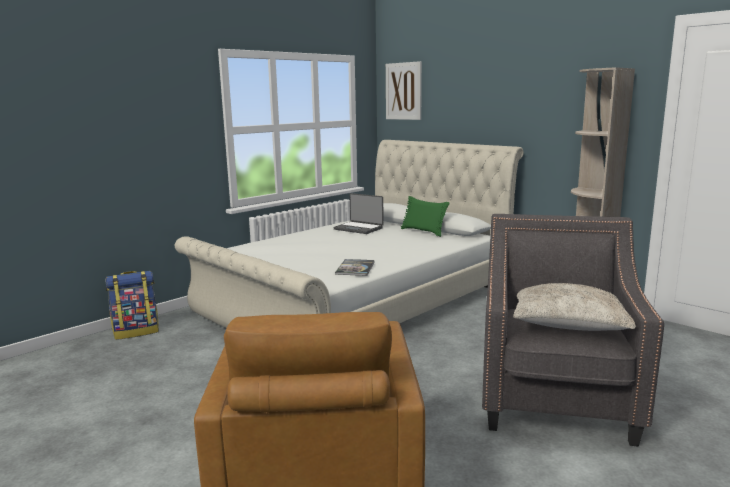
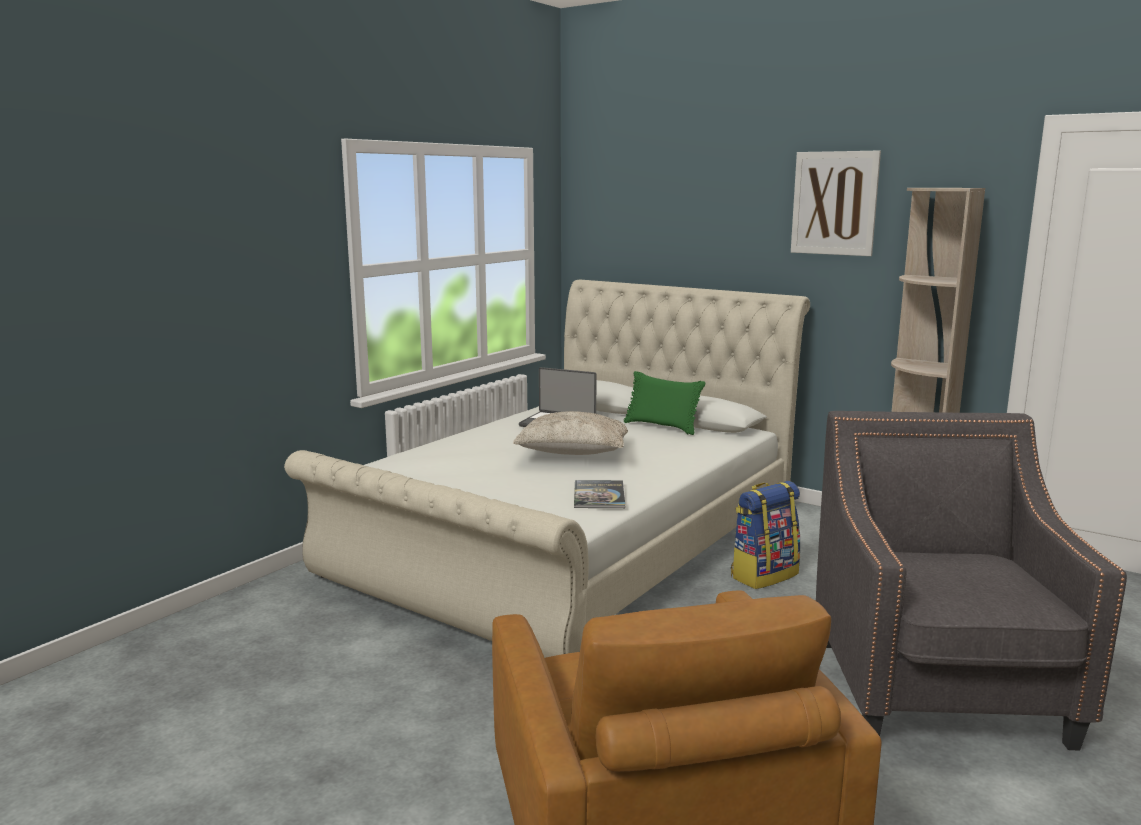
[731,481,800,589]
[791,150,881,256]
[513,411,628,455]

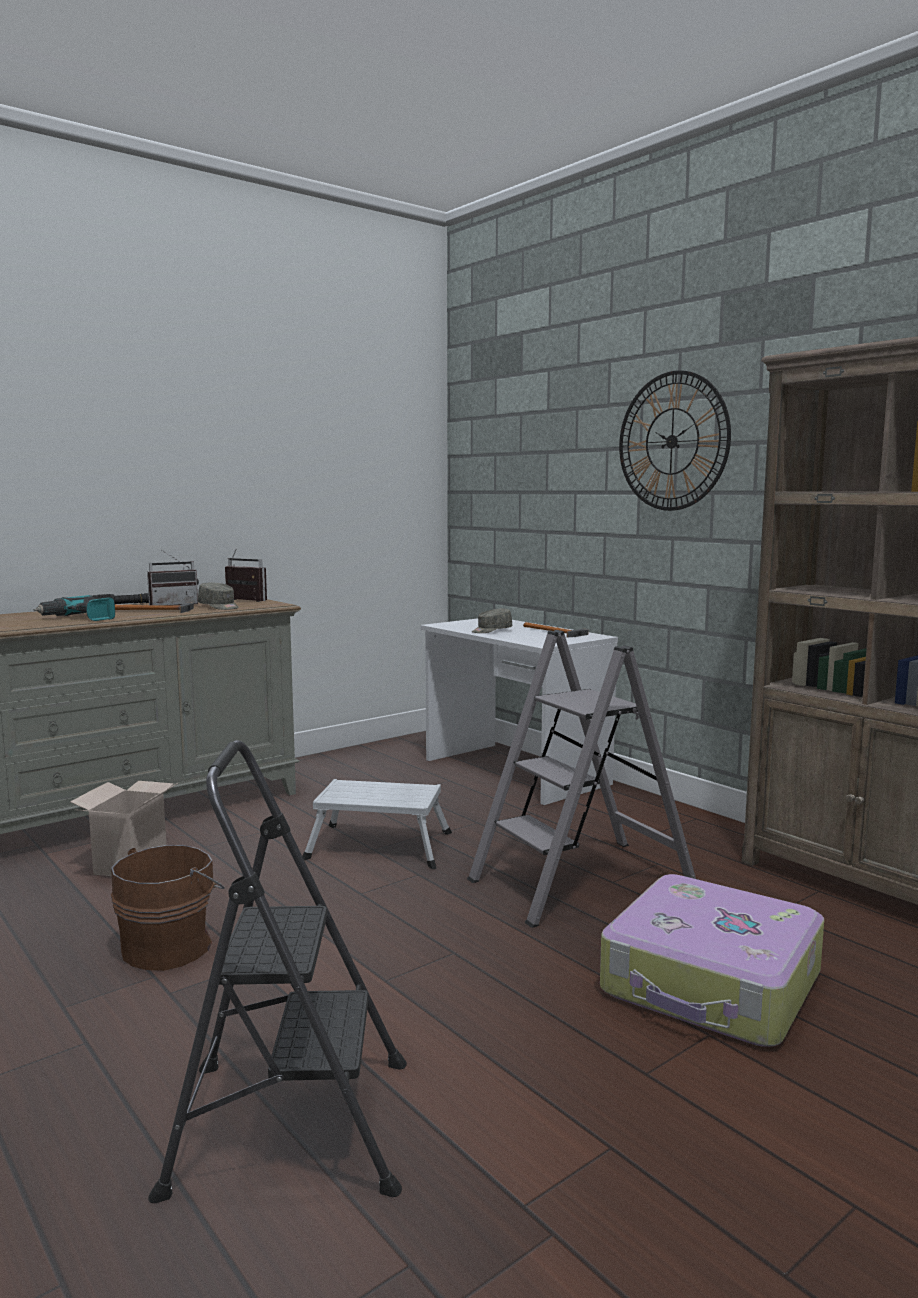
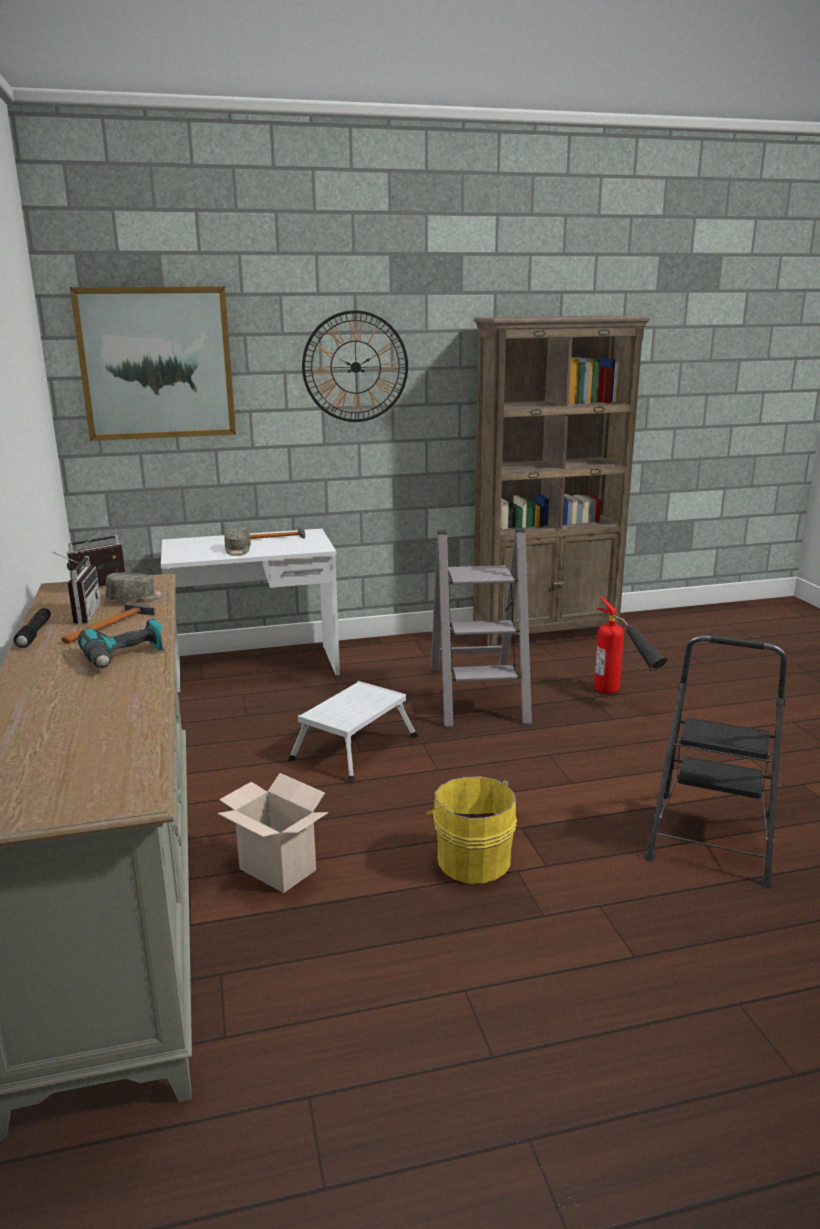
[426,776,517,884]
[594,596,667,694]
[70,286,236,441]

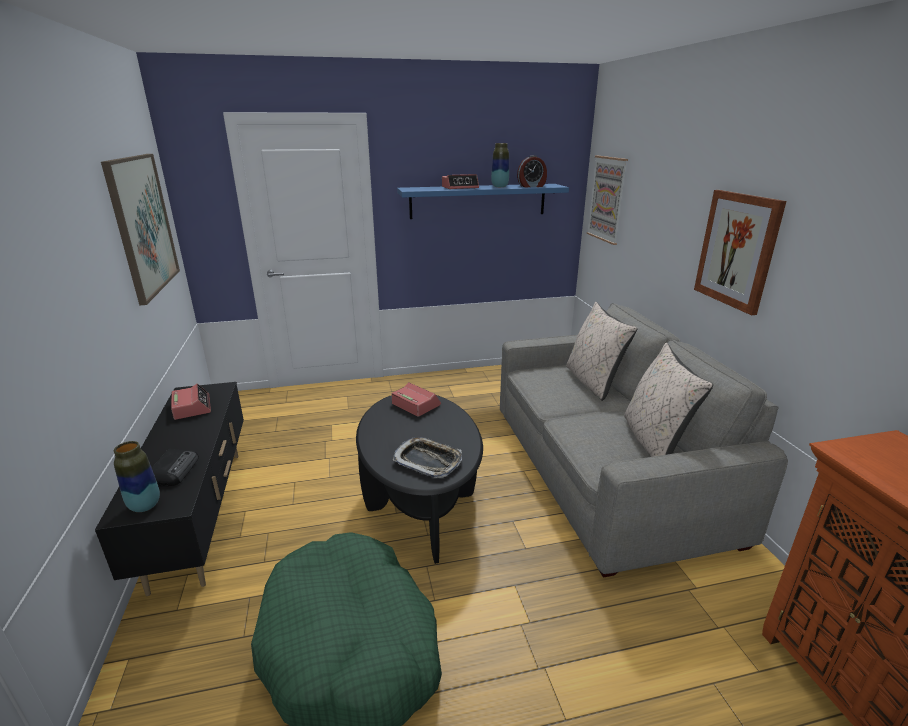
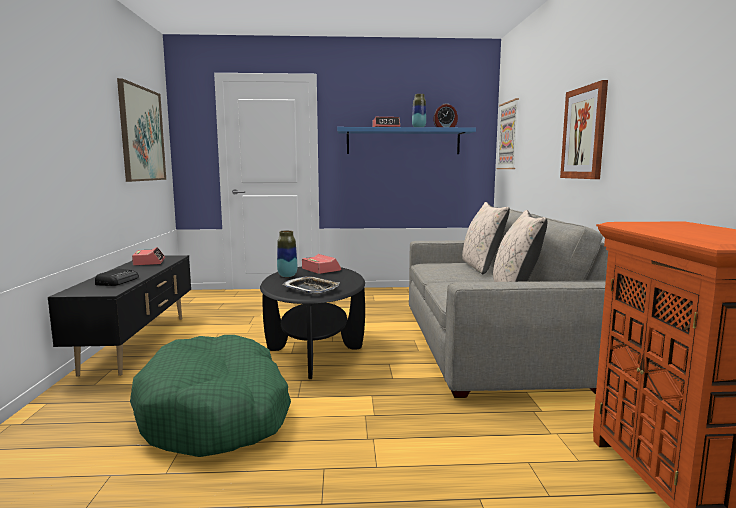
[277,230,297,277]

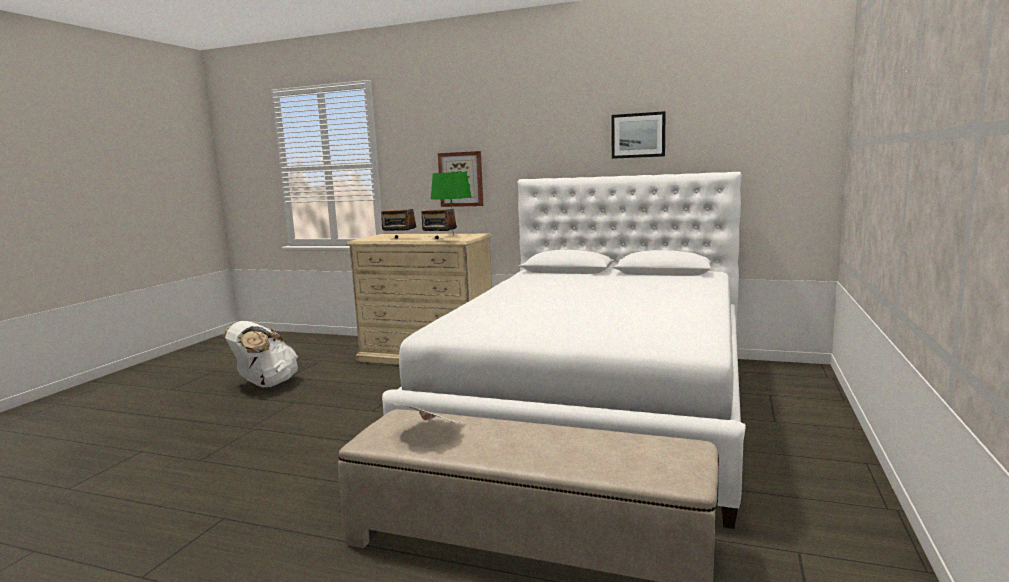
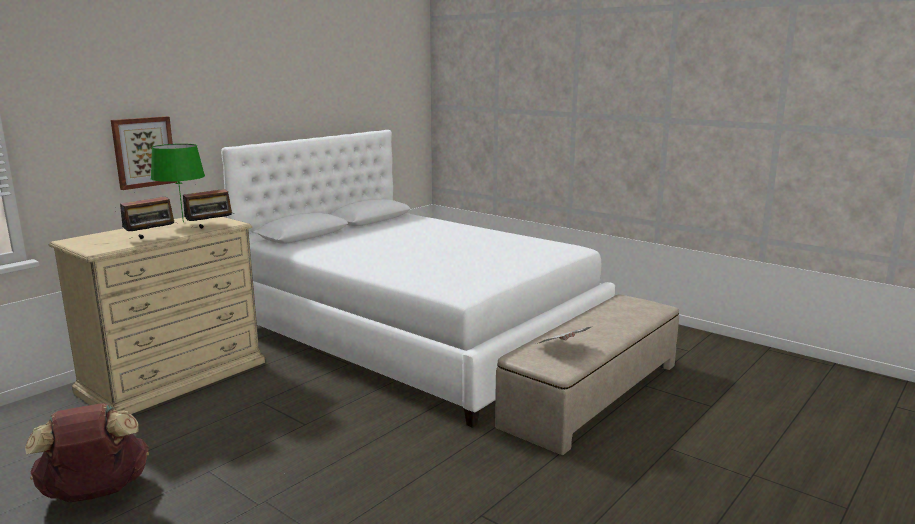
[25,403,149,502]
[611,111,665,159] (first image)

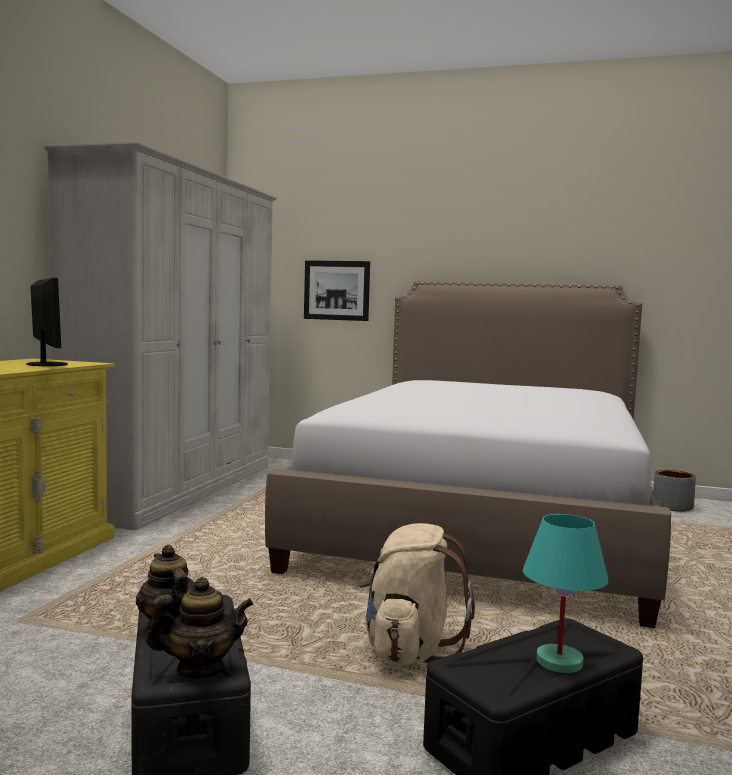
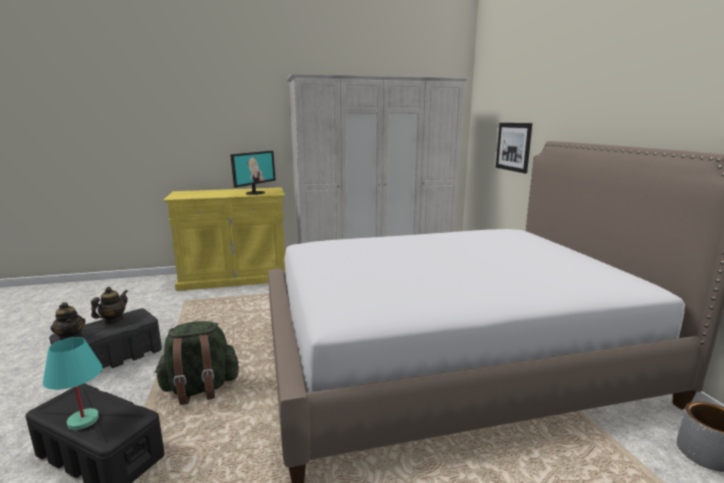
[154,321,239,405]

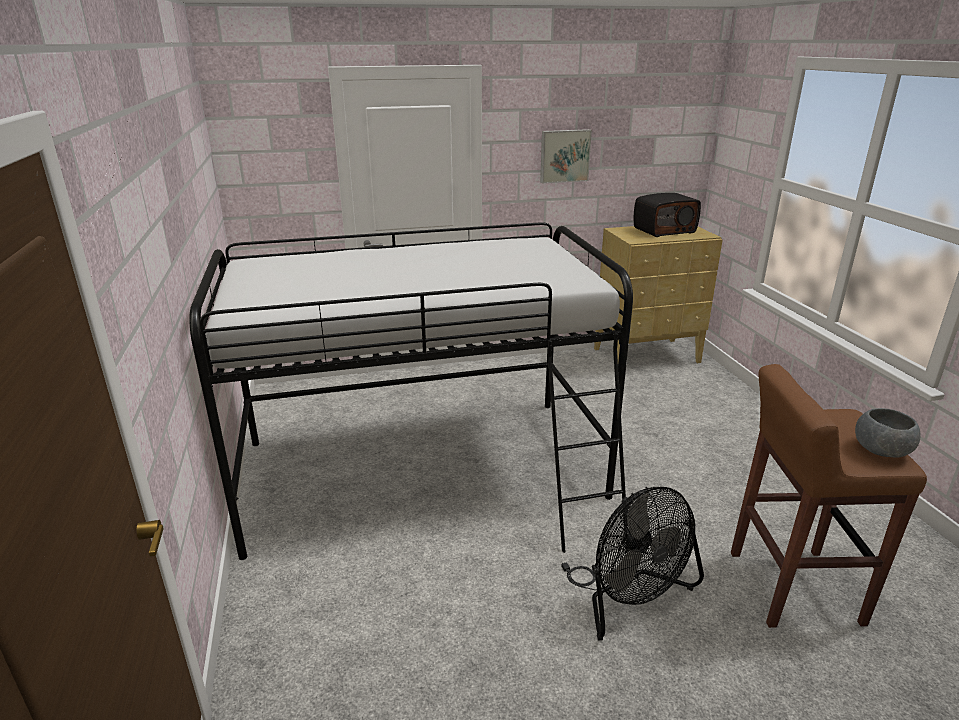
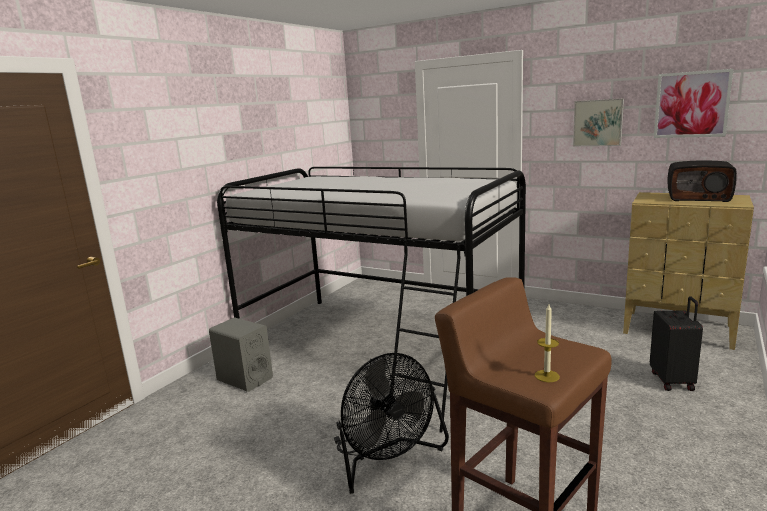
[334,353,449,494]
[535,304,560,382]
[209,317,273,392]
[650,296,703,391]
[654,69,733,138]

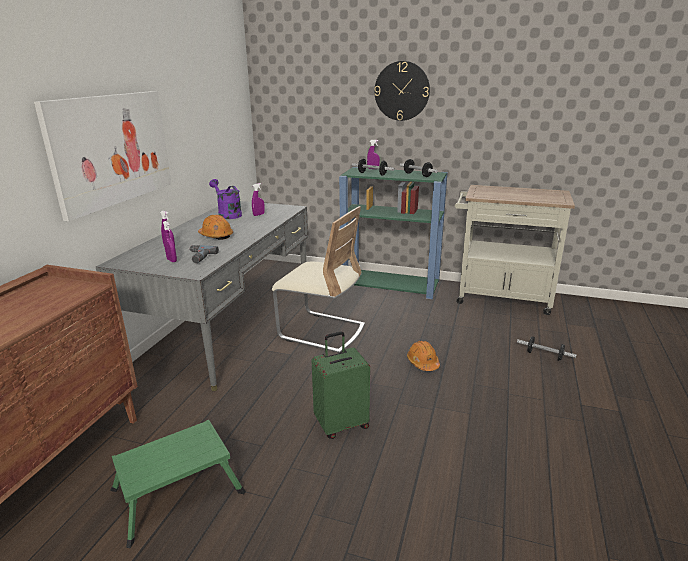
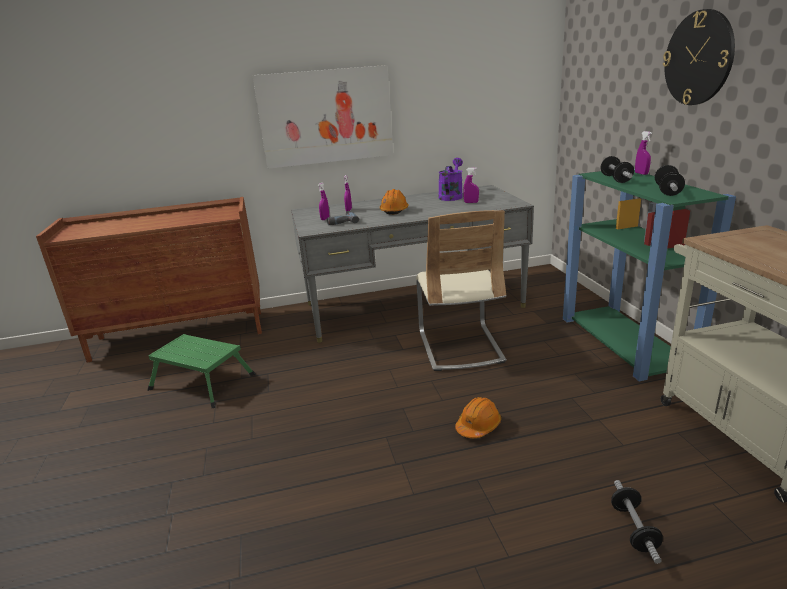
[312,332,370,439] (first image)

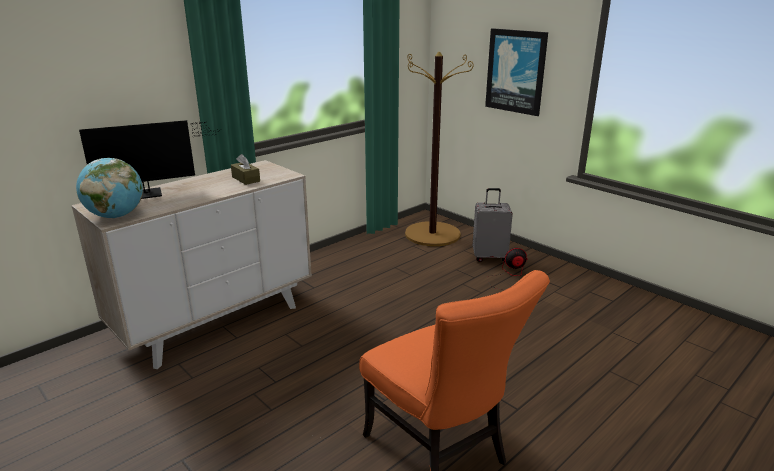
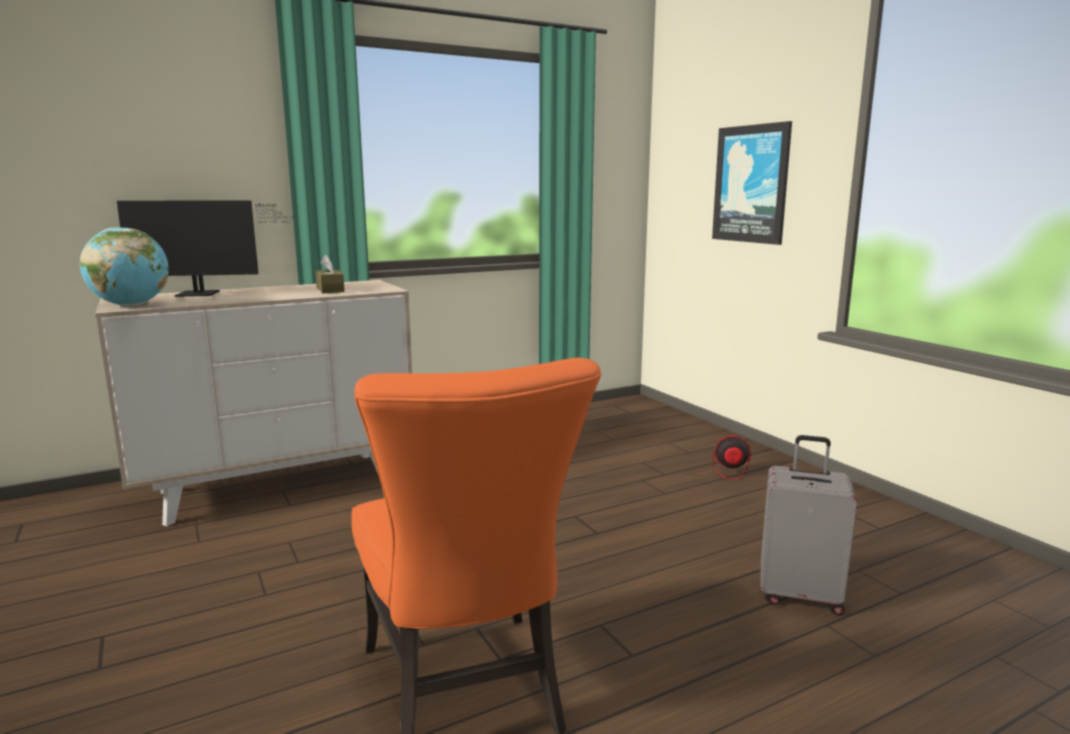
[405,52,474,246] (first image)
[760,435,857,615]

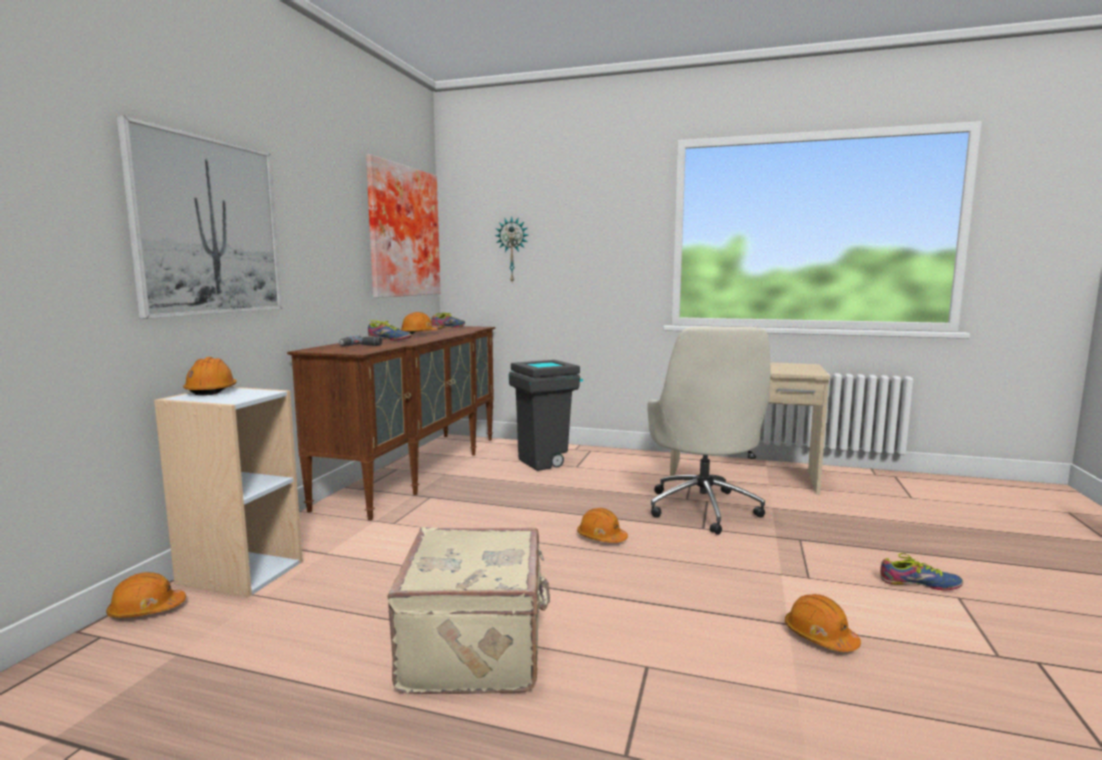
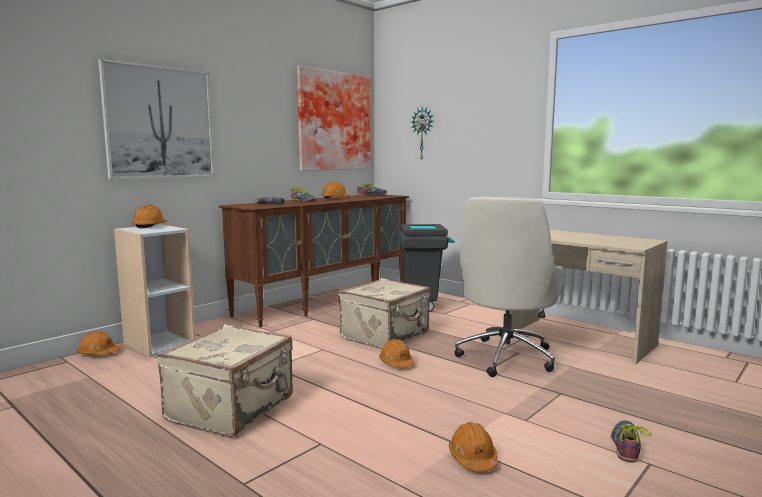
[611,421,651,462]
[339,278,430,349]

